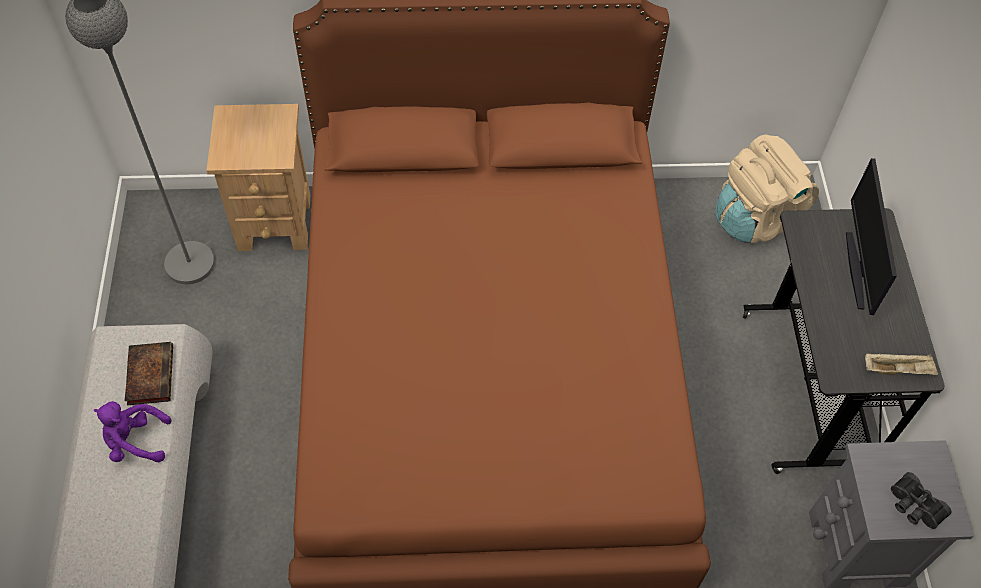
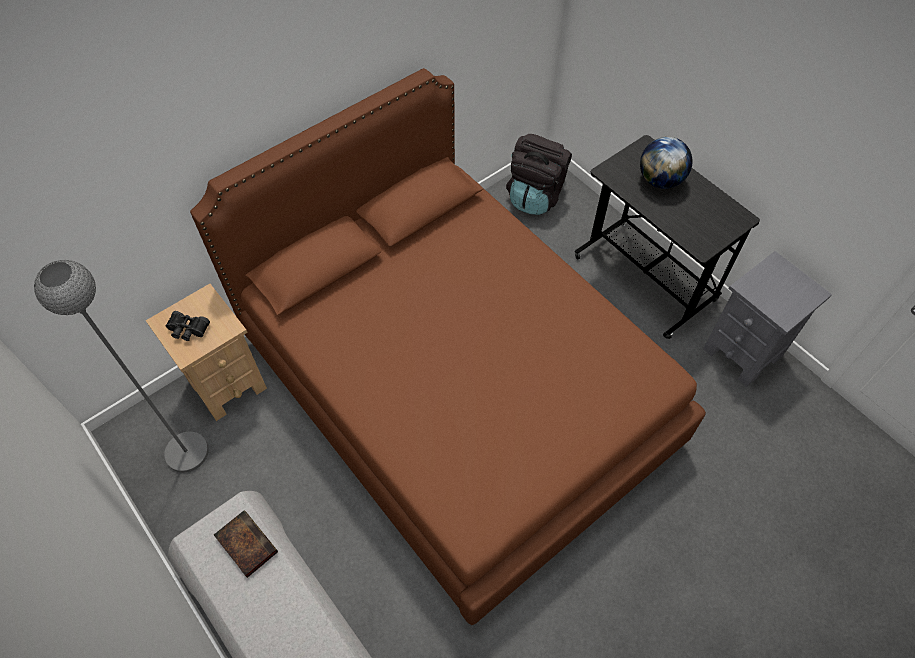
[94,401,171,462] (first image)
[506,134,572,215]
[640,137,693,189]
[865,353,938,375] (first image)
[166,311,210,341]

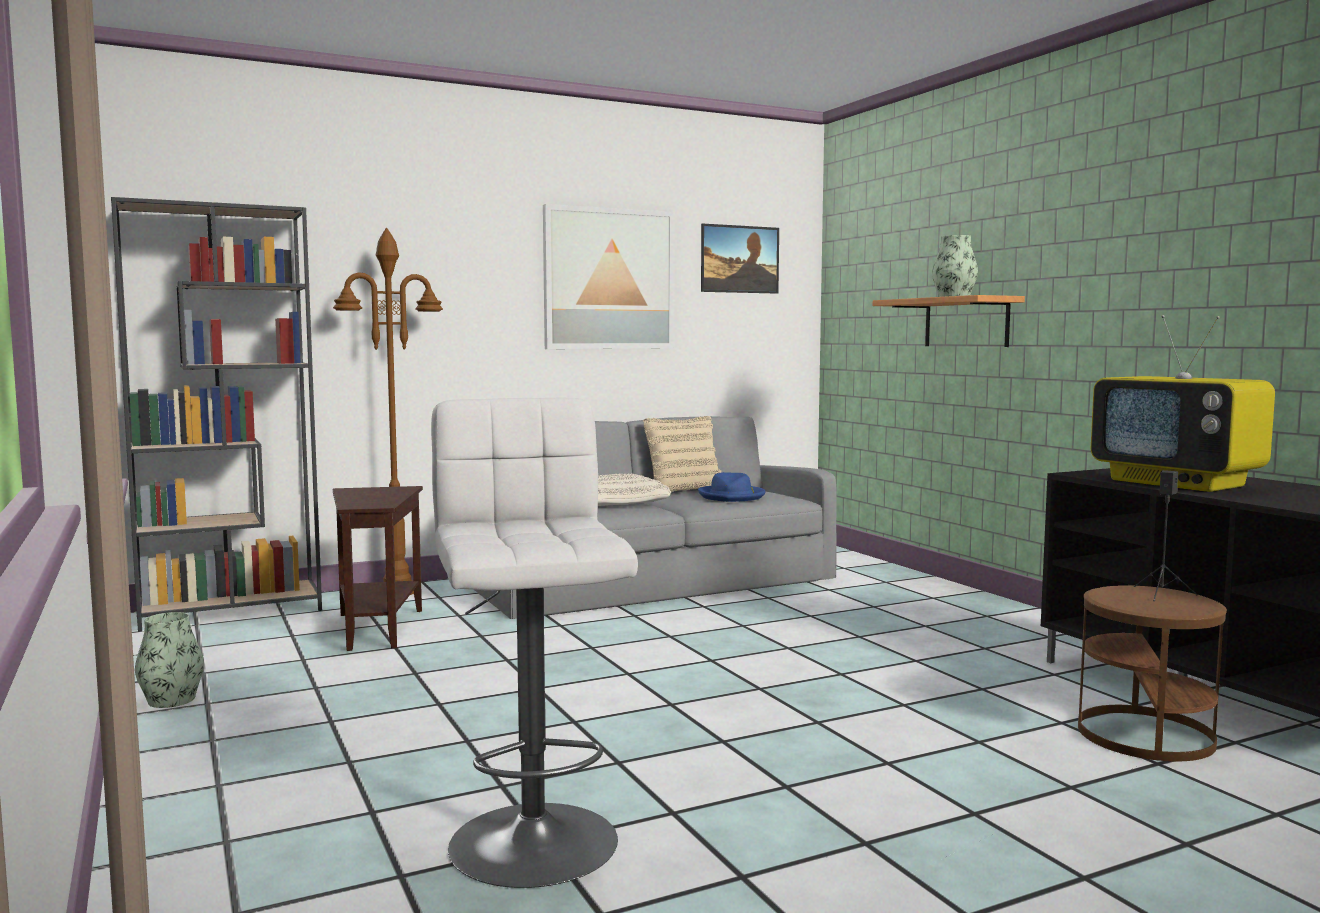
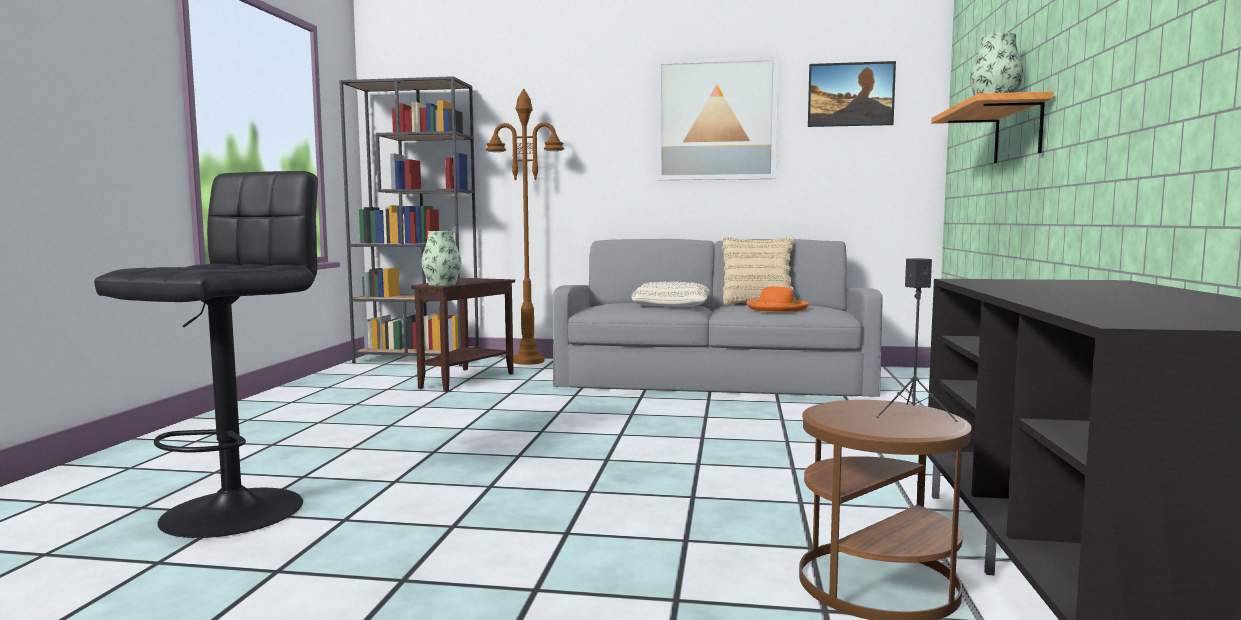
[421,231,461,286]
[94,171,318,538]
[746,286,809,312]
[1091,315,1275,492] (first image)

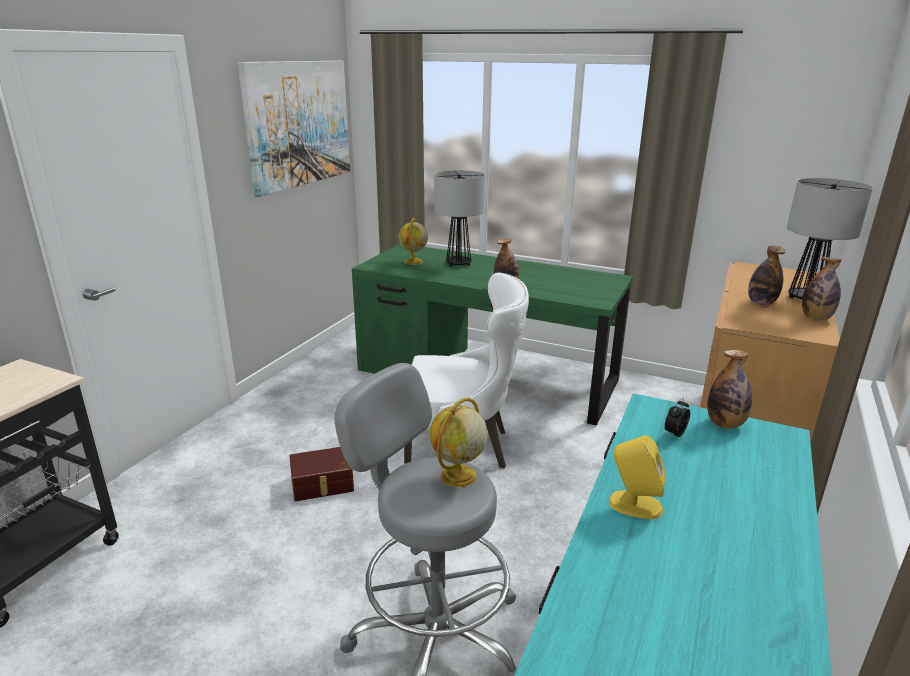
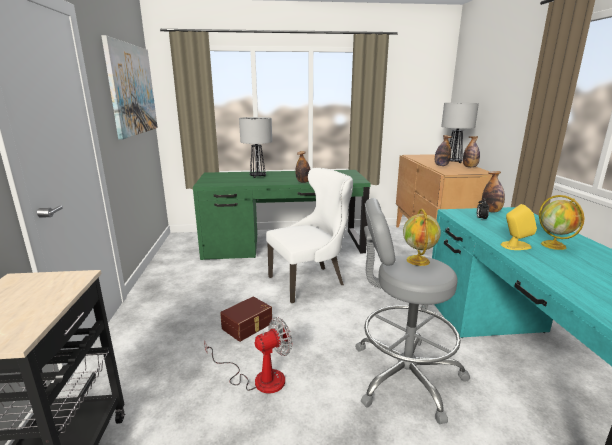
[539,195,584,250]
[204,317,292,394]

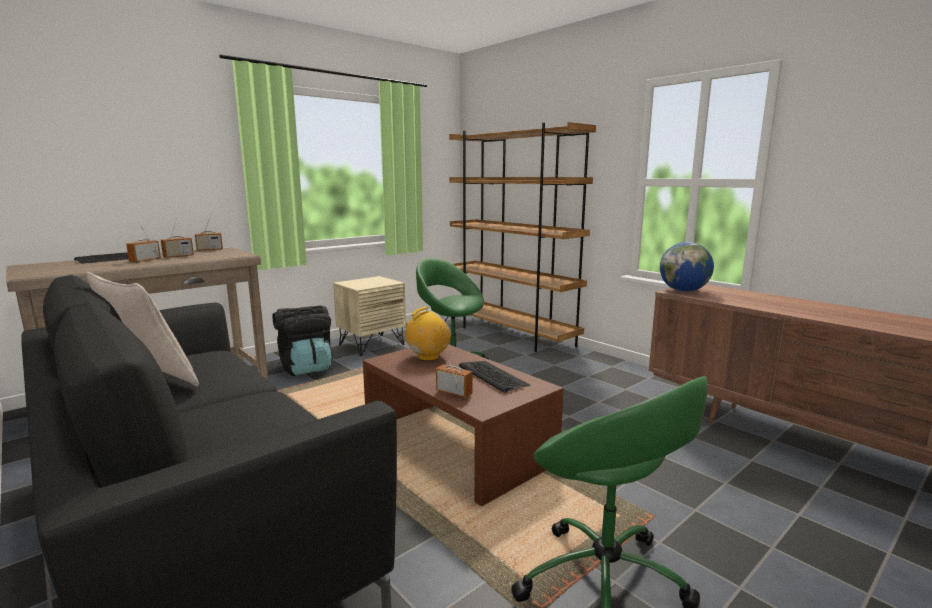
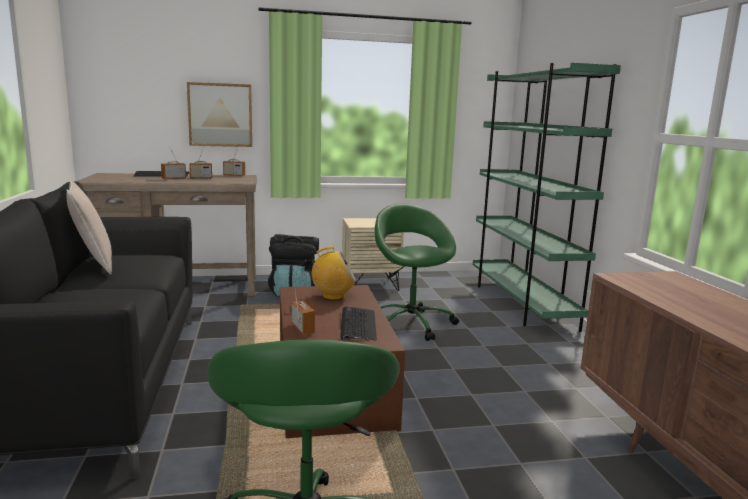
[473,63,621,332]
[660,242,714,292] (first image)
[187,82,252,147]

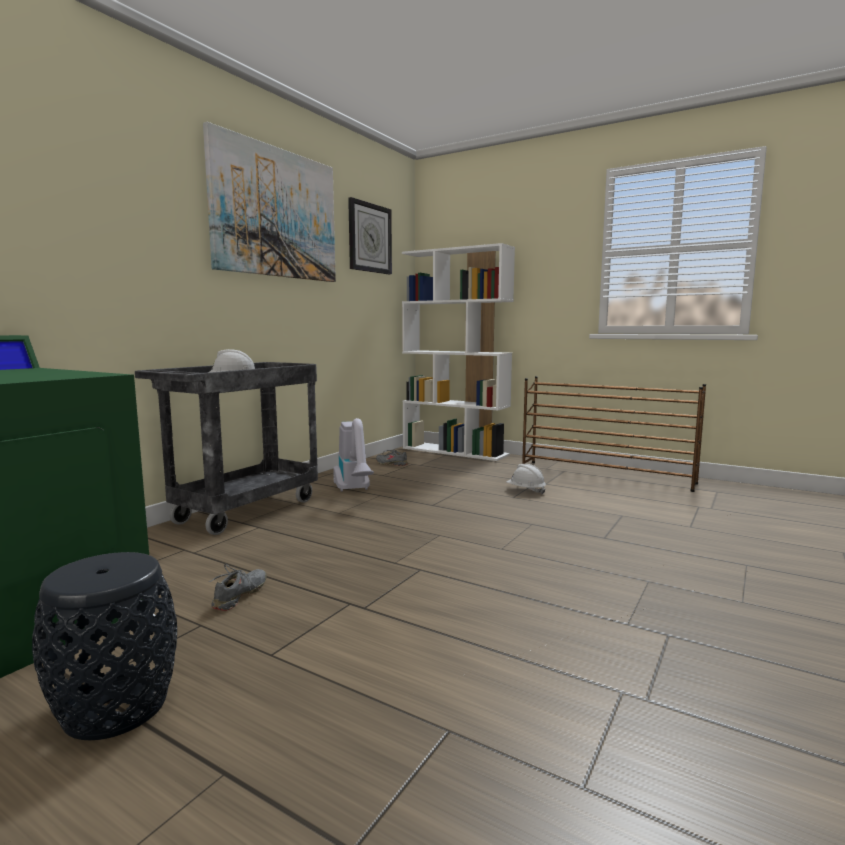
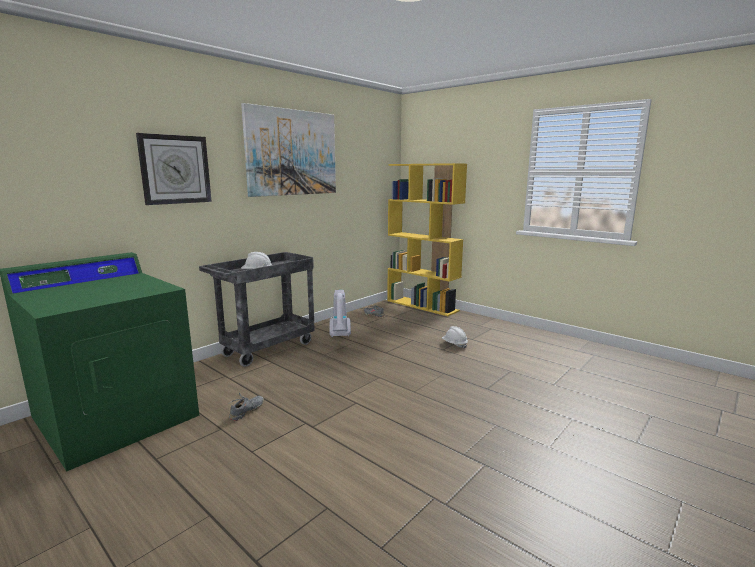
[32,552,177,740] (first image)
[136,133,212,205]
[387,163,467,316]
[522,376,706,492] (first image)

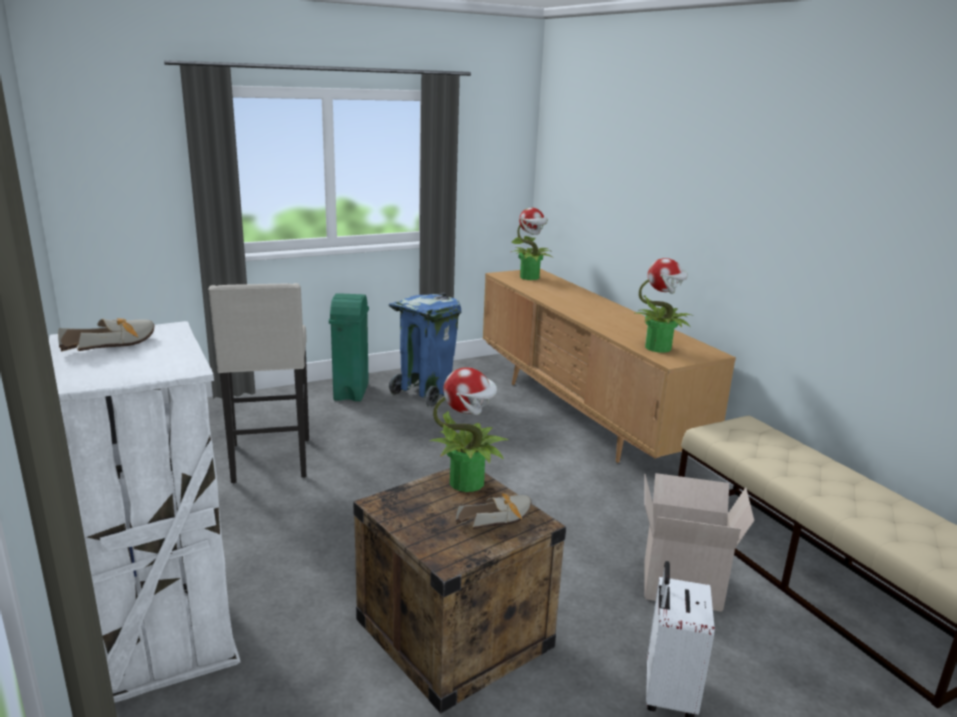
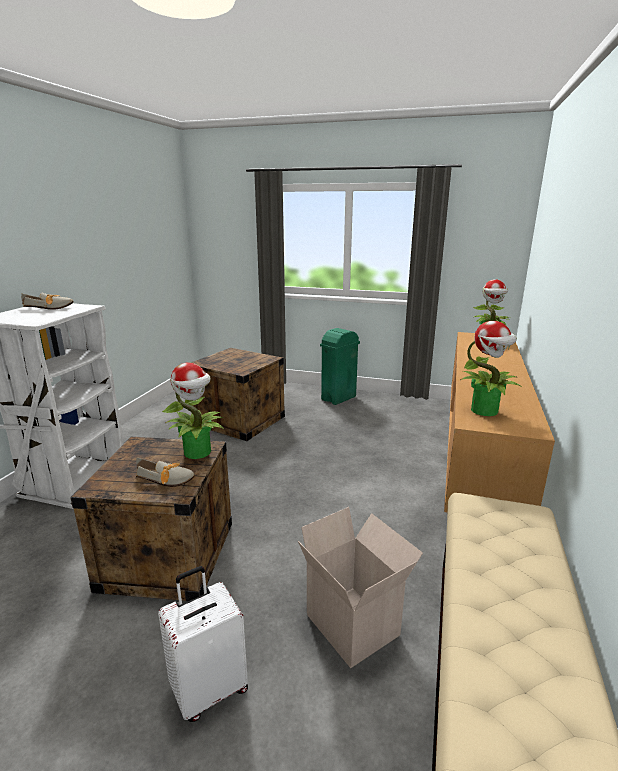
[191,348,285,441]
[389,293,461,408] (first image)

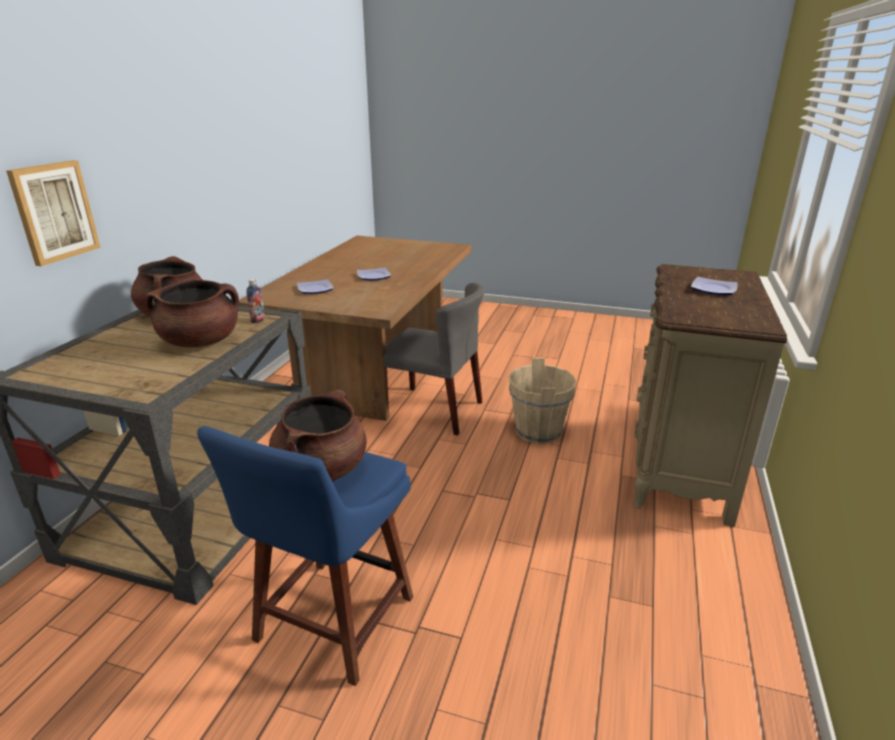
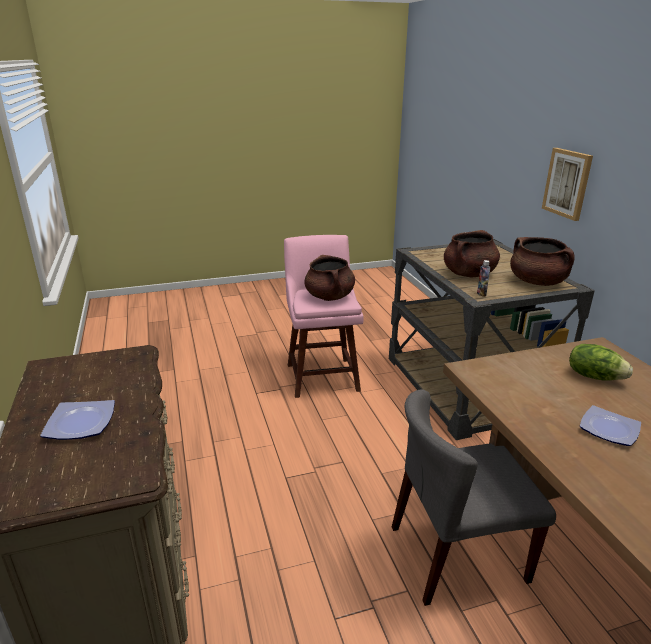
[284,235,364,398]
[569,344,633,381]
[509,358,576,444] (first image)

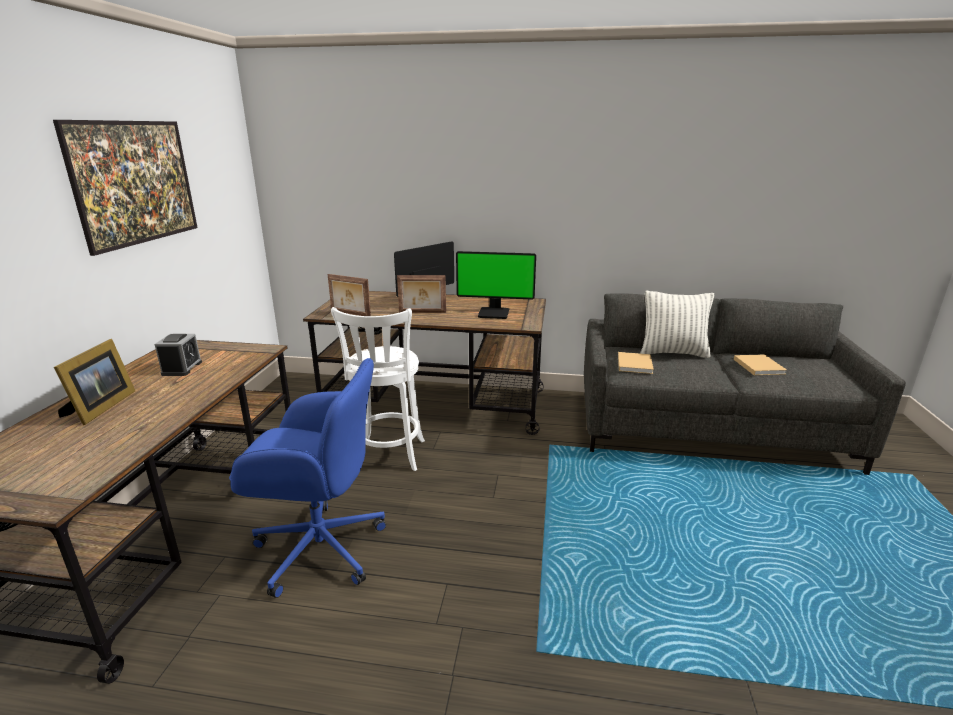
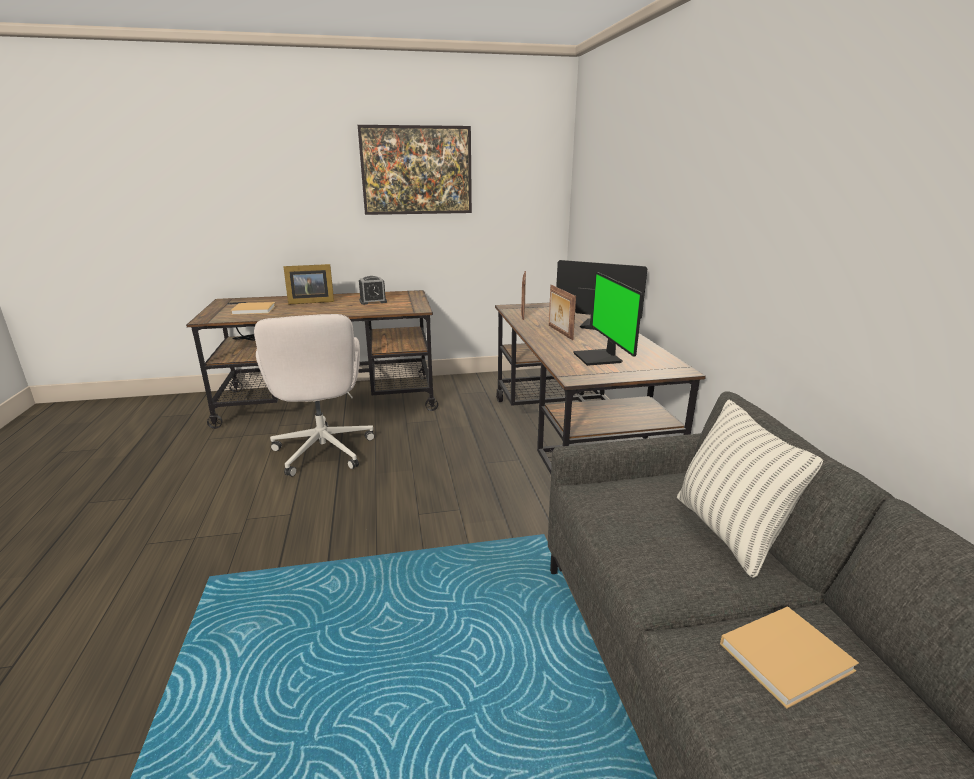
[254,314,375,476]
[331,307,425,471] (first image)
[231,302,275,315]

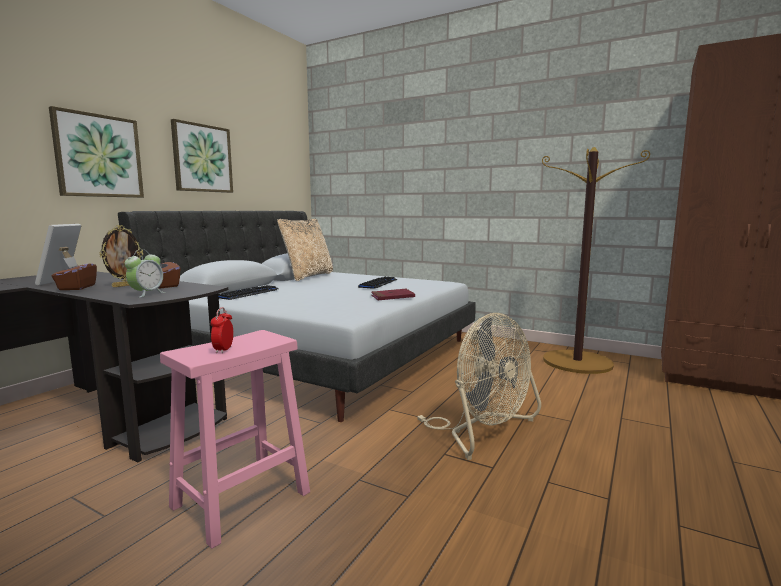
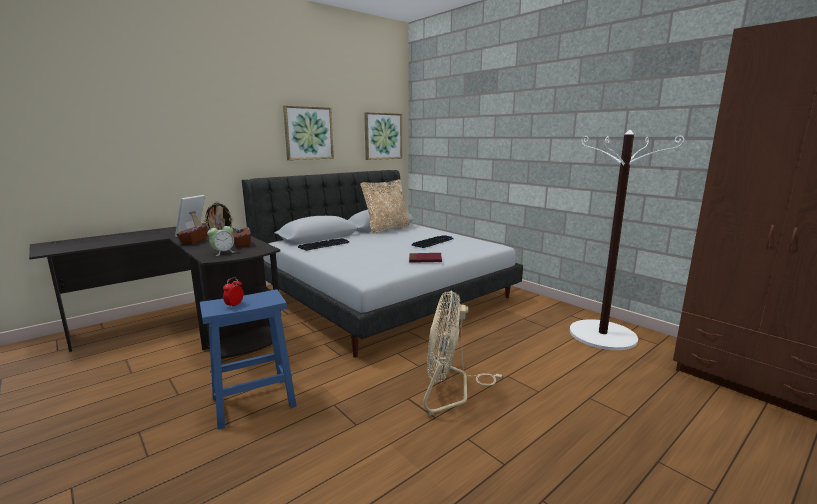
[364,112,402,160]
[200,289,297,430]
[423,290,504,416]
[570,130,684,350]

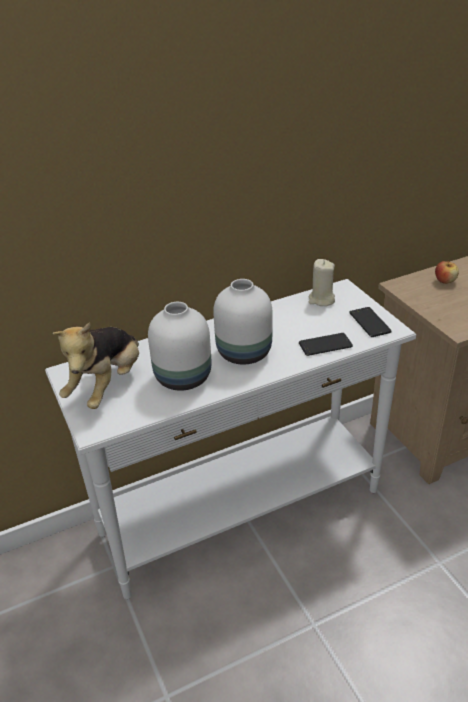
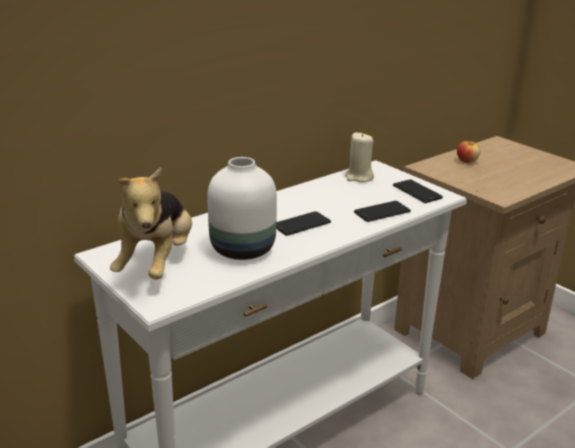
[276,211,331,236]

